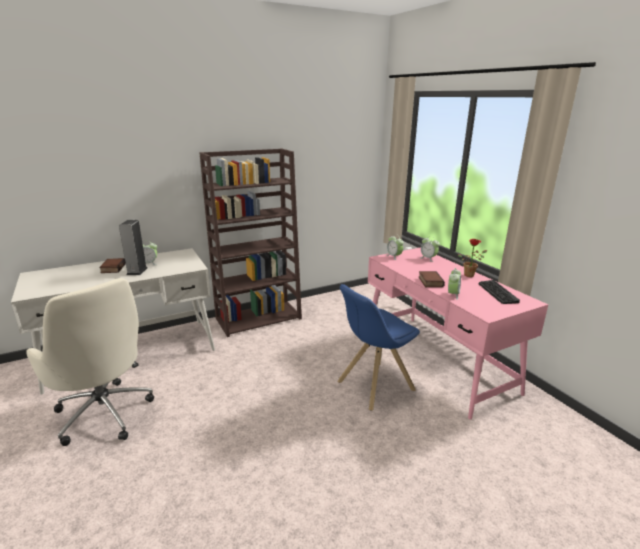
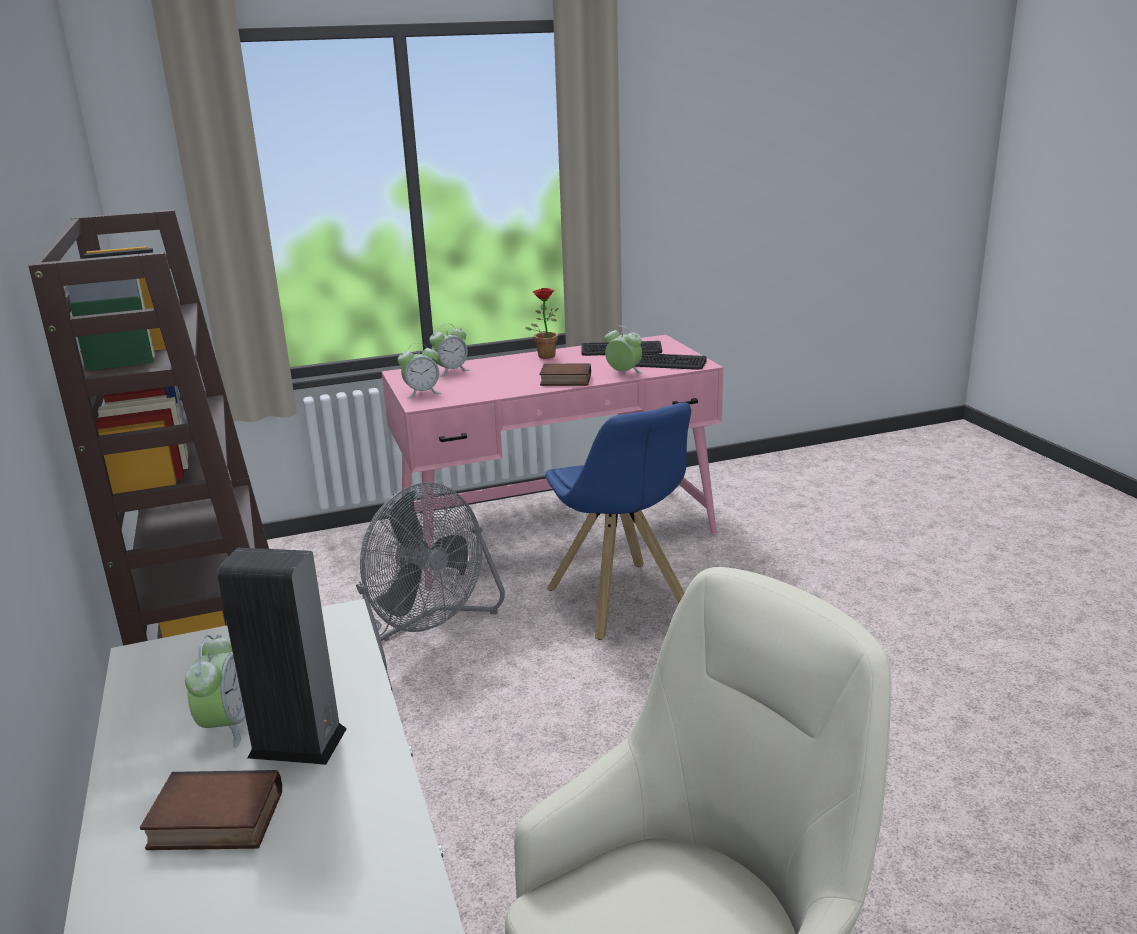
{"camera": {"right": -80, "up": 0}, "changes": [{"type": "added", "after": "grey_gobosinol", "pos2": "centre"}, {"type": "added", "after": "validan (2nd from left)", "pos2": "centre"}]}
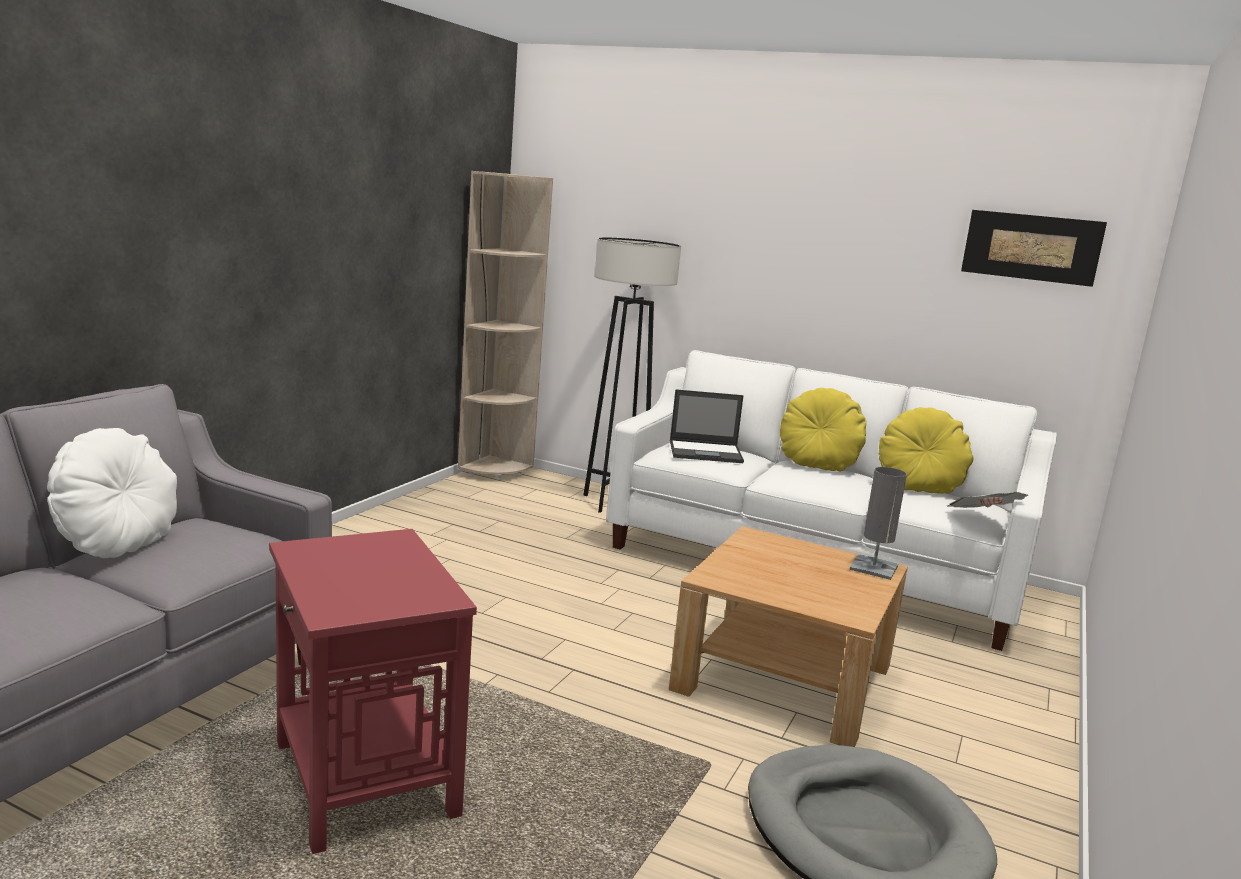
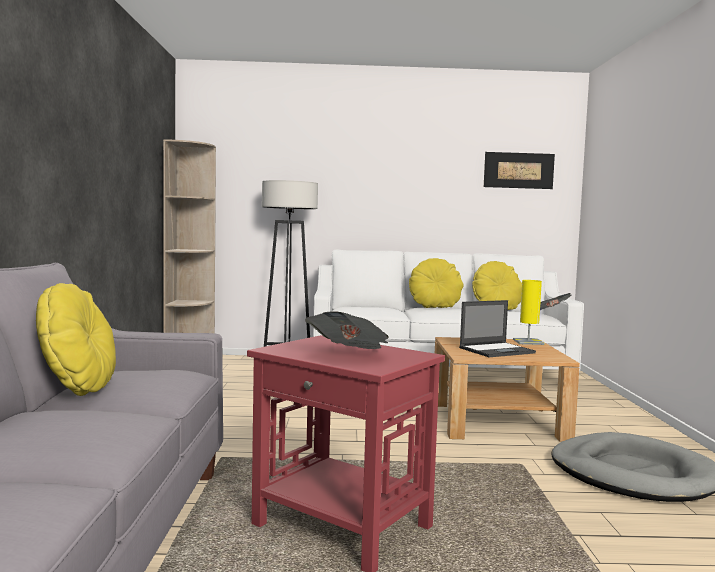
{"camera": {"right": -25, "up": -10}, "changes": [{"type": "added", "after": "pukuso (1st from left)", "pos2": "centre"}, {"type": "moved", "before": "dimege", "pos1": "centre", "pos2": "middle right"}, {"type": "recoloured", "before": "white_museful", "after": "yellow_museful (1st from left)", "pos1": "middle left", "pos2": "middle left"}, {"type": "recoloured", "before": "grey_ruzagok", "after": "yellow_ruzagok", "pos1": "middle right", "pos2": "middle right"}]}
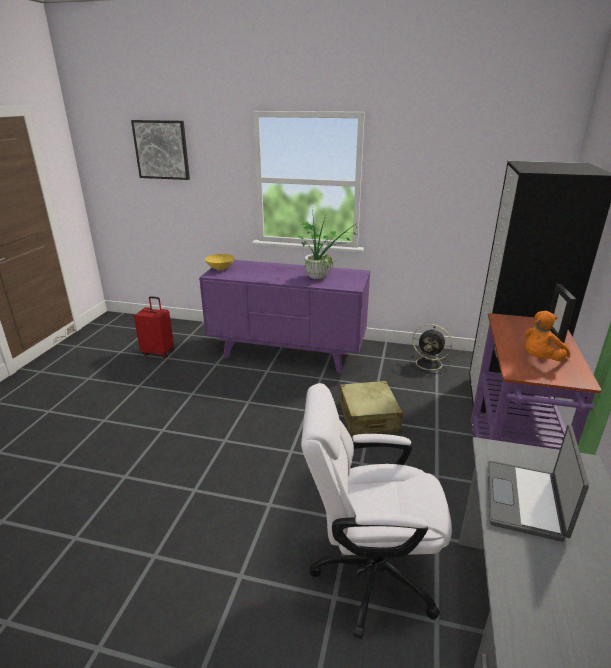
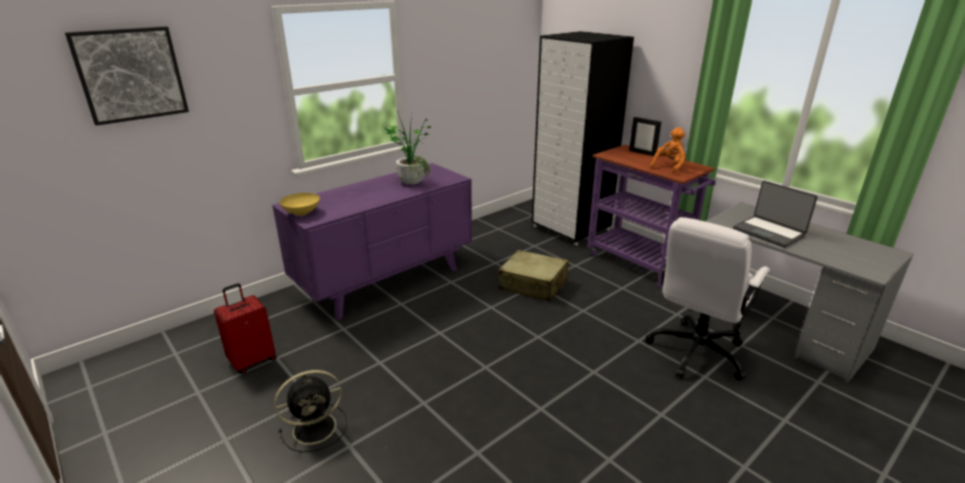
{"camera": {"right": -55, "up": 0}, "changes": [{"type": "moved", "before": "black_gobosinol", "pos1": "middle right", "pos2": "bottom left"}, {"type": "turned", "before": "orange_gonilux", "pos1": "middle right", "pos2": "top right", "turn": -135}]}
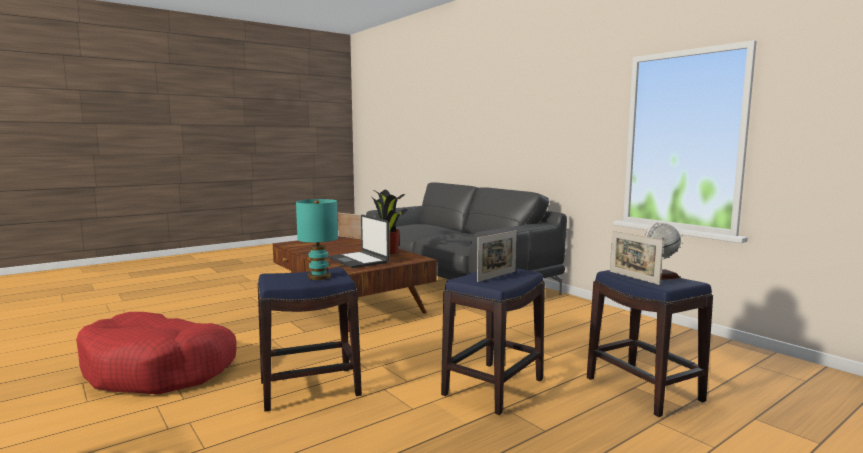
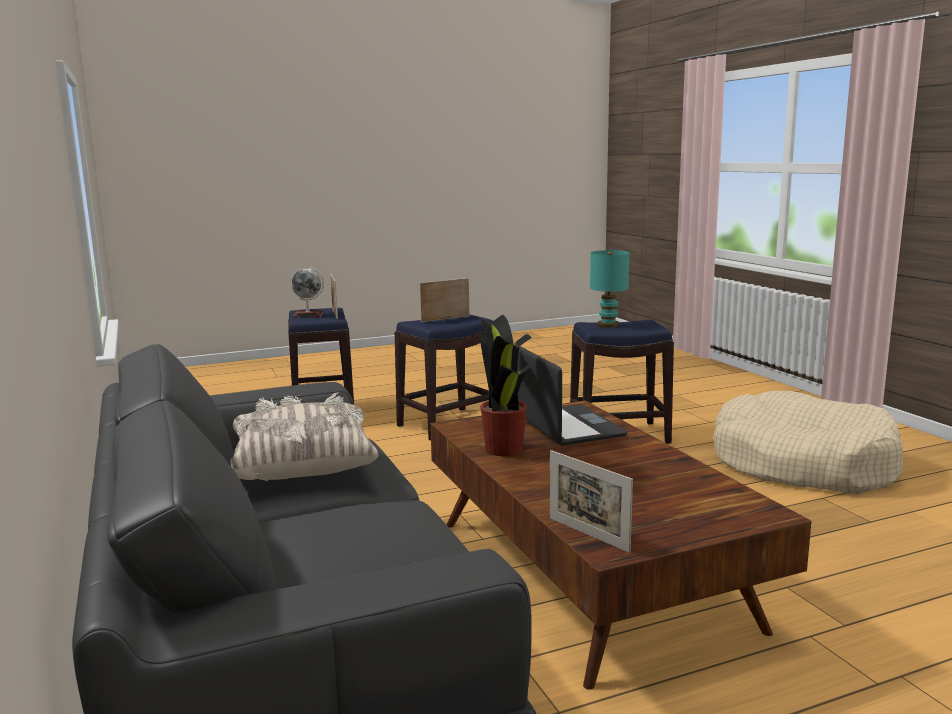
{"camera": {"right": -165, "up": 5}, "changes": [{"type": "added", "after": "beige_museful", "pos2": "middle left"}, {"type": "recoloured", "before": "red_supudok", "after": "beige_supudok", "pos1": "bottom left", "pos2": "middle right"}]}
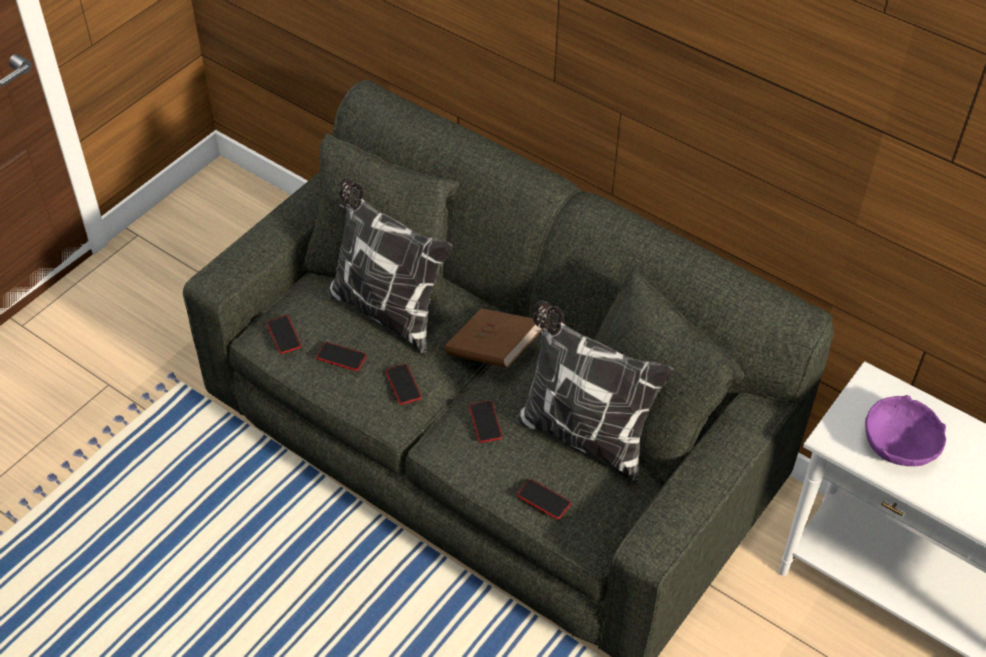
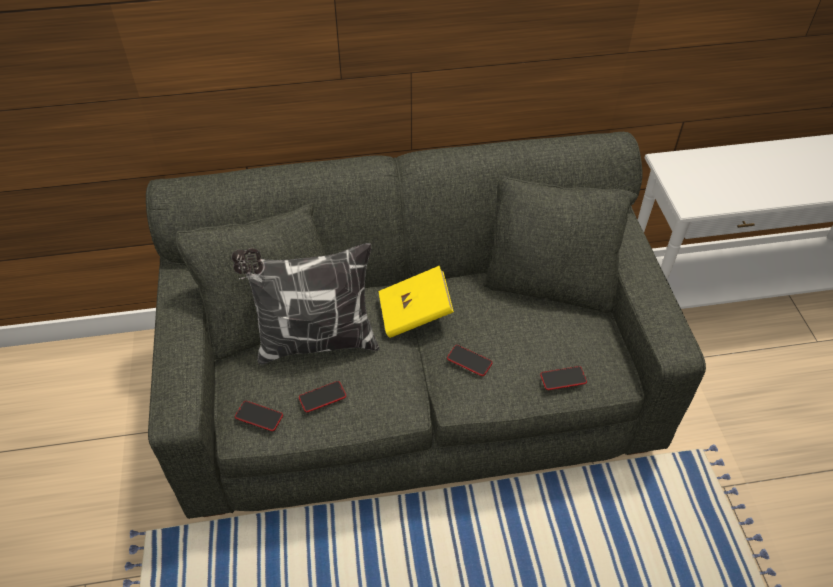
{"camera": {"right": -45, "up": 0}, "changes": [{"type": "removed", "before": "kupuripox (3rd from left)", "pos1": "centre"}, {"type": "removed", "before": "museful (2nd from left)", "pos1": "centre"}, {"type": "removed", "before": "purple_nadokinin", "pos1": "middle right"}, {"type": "recoloured", "before": "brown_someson", "after": "yellow_someson", "pos1": "centre", "pos2": "centre"}]}
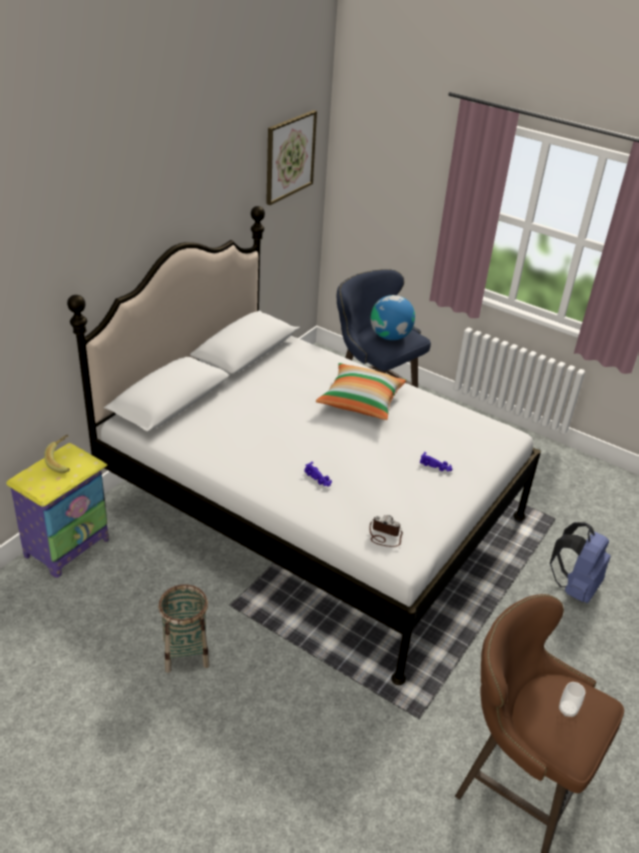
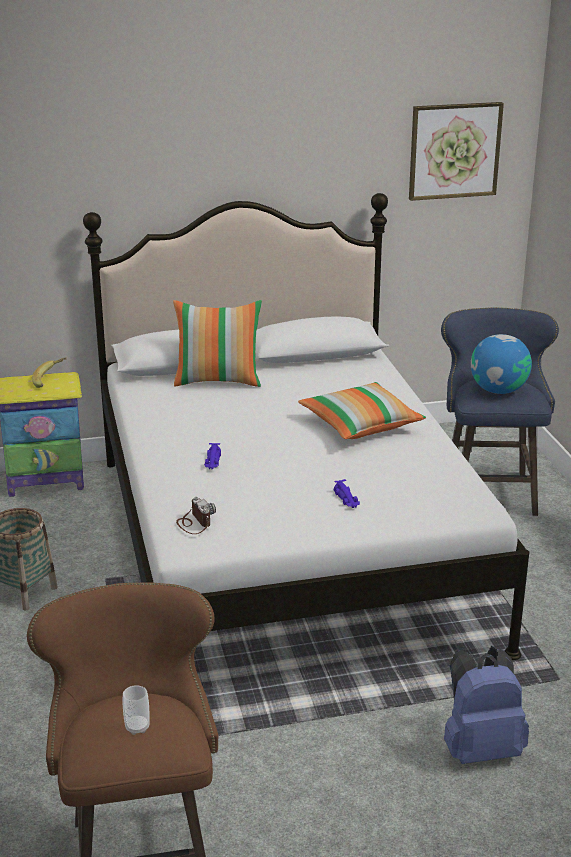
{"camera": {"right": 45, "up": -10}, "changes": [{"type": "added", "after": "museful (1st from left)", "pos2": "centre"}]}
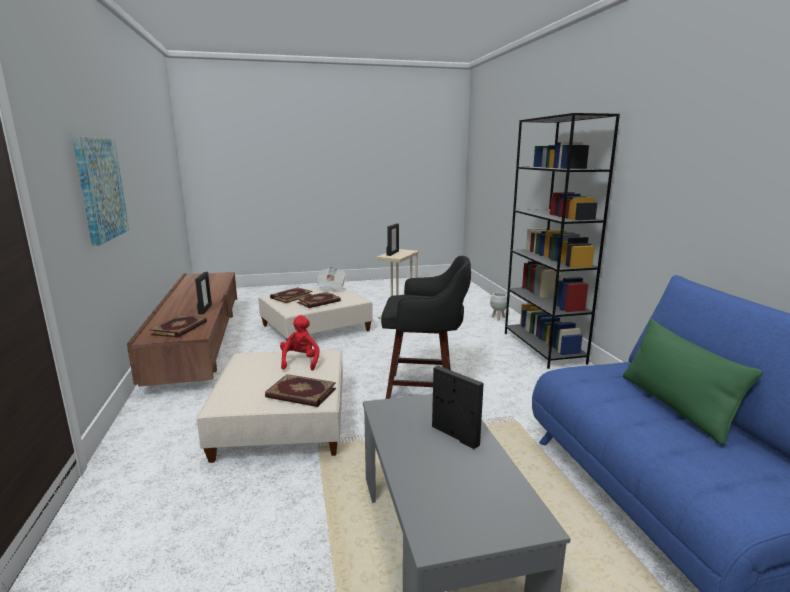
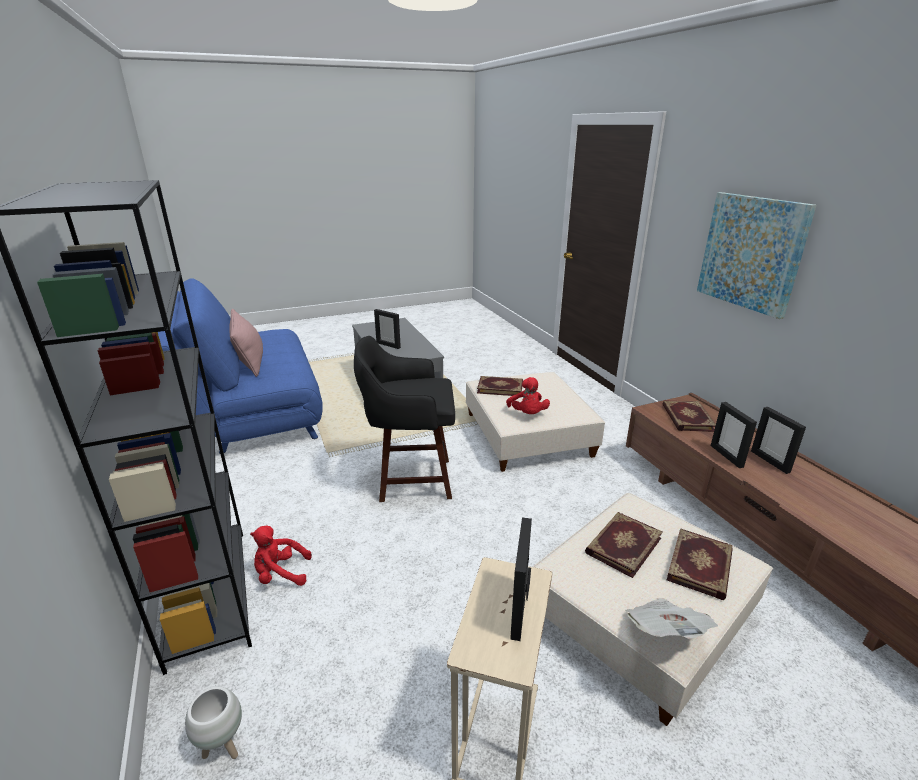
{"camera": {"right": 170, "up": 10}, "changes": [{"type": "added", "after": "red_gonilux (1st from left)", "pos2": "bottom left"}, {"type": "added", "after": "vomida (4th from left)", "pos2": "middle right"}, {"type": "recoloured", "before": "green_museful", "after": "pink_museful", "pos1": "middle right", "pos2": "middle left"}]}
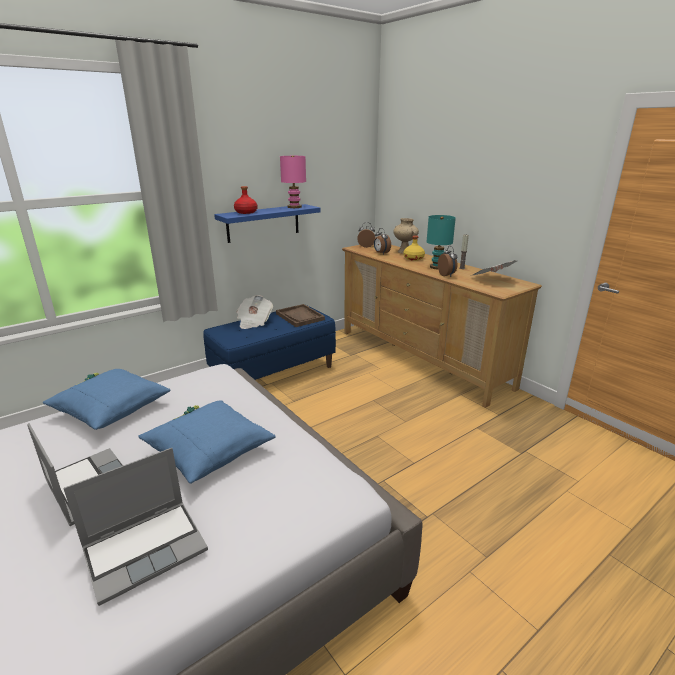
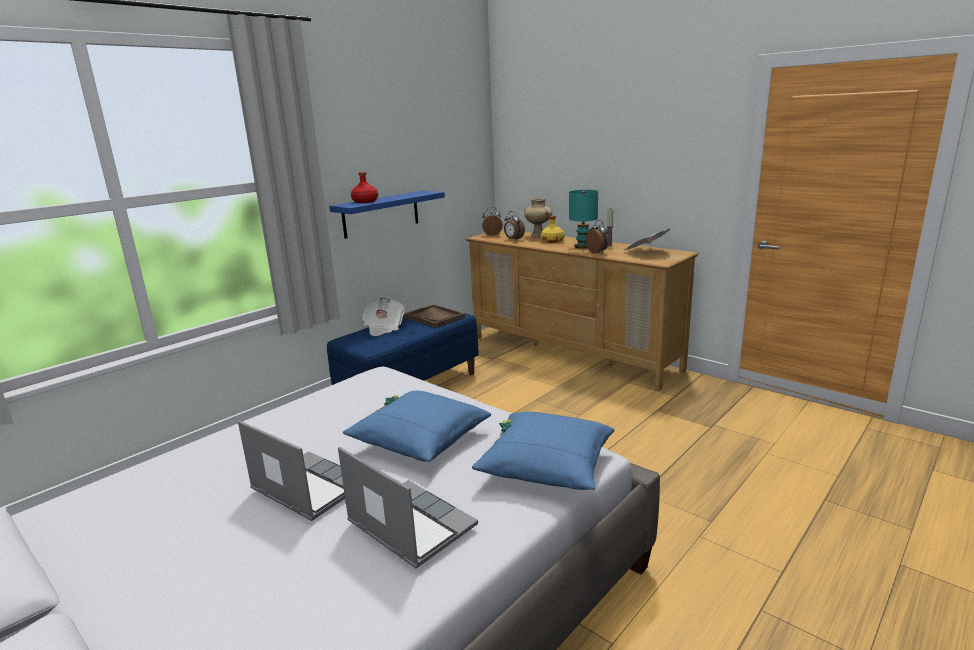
{"camera": {"right": -10, "up": -5}, "changes": [{"type": "removed", "before": "pink_ruzagok", "pos1": "top centre"}, {"type": "moved", "before": "blue_museful (1st from left in the first image)", "after": "blue_museful (2nd from left)", "pos1": "middle left", "pos2": "bottom centre"}, {"type": "turned", "before": "dimege (2nd from left)", "pos1": "bottom left", "pos2": "bottom centre", "turn": -90}]}
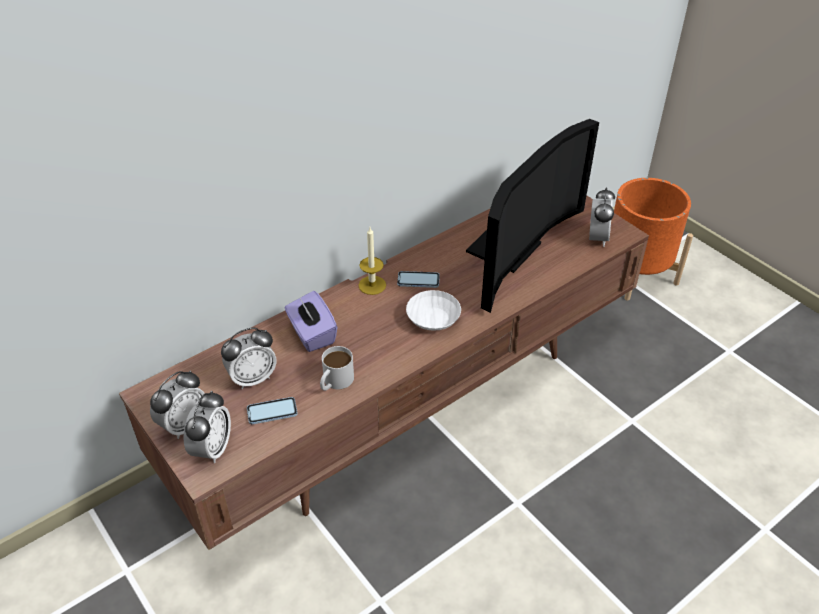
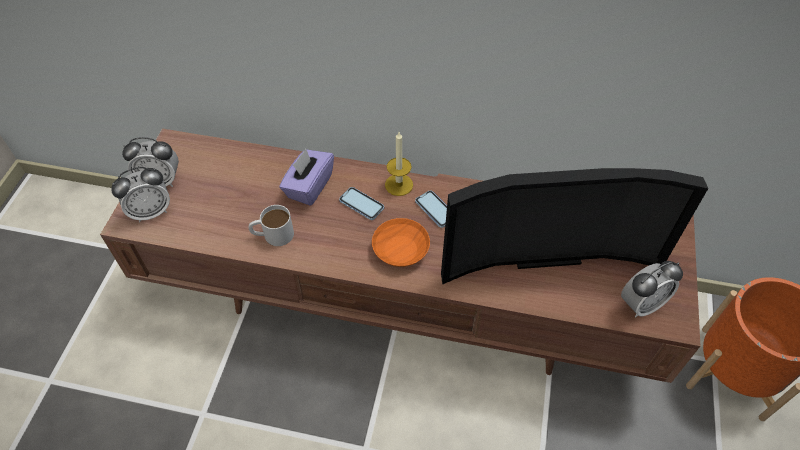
{"camera": {"right": 50, "up": 10}, "changes": [{"type": "removed", "before": "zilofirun (3rd from left)", "pos1": "middle left"}, {"type": "moved", "before": "kupuripox (1st from left)", "pos1": "bottom left", "pos2": "centre"}, {"type": "recoloured", "before": "white_nadokinin", "after": "orange_nadokinin", "pos1": "centre", "pos2": "centre"}]}
